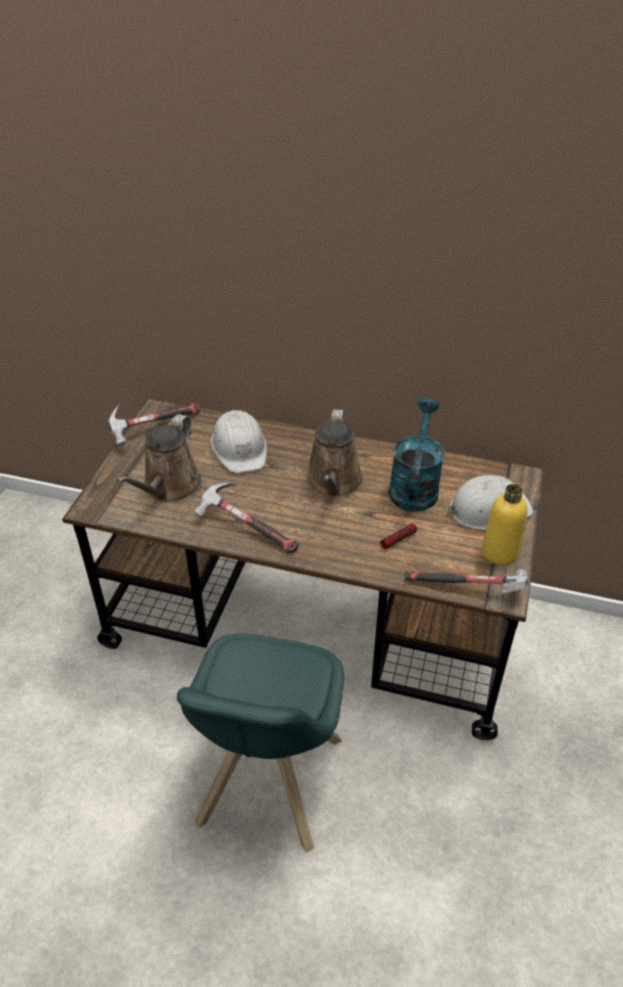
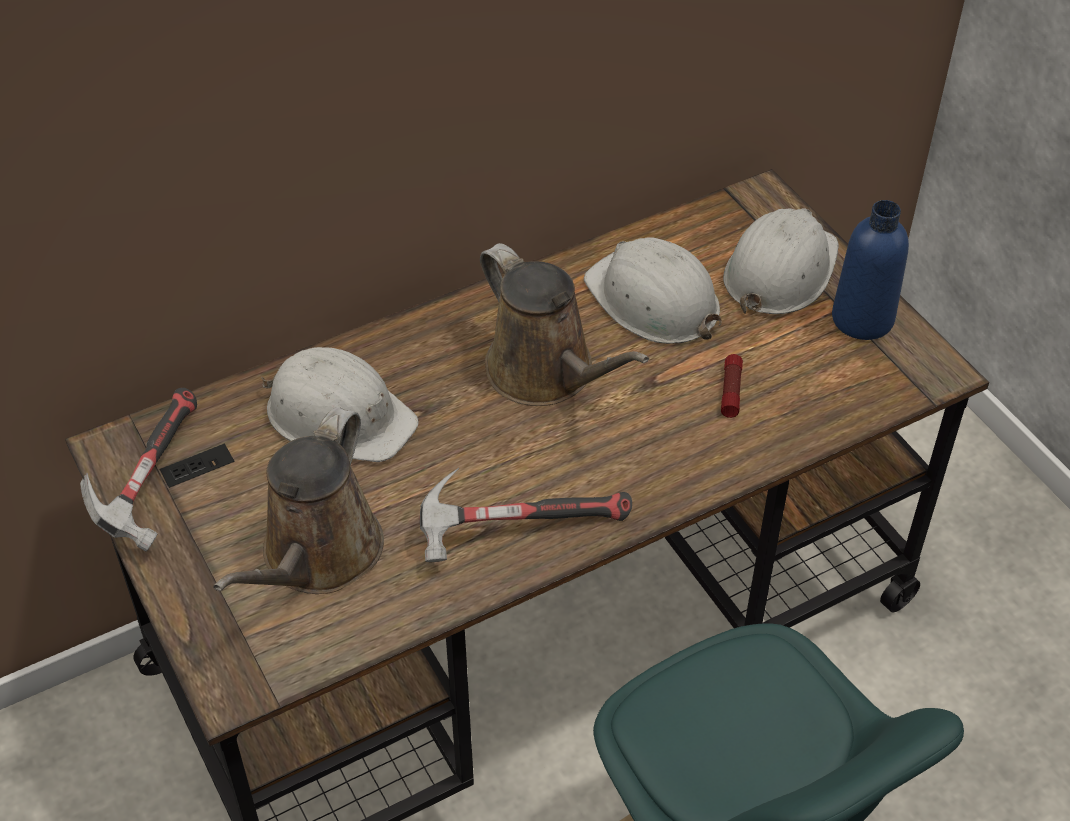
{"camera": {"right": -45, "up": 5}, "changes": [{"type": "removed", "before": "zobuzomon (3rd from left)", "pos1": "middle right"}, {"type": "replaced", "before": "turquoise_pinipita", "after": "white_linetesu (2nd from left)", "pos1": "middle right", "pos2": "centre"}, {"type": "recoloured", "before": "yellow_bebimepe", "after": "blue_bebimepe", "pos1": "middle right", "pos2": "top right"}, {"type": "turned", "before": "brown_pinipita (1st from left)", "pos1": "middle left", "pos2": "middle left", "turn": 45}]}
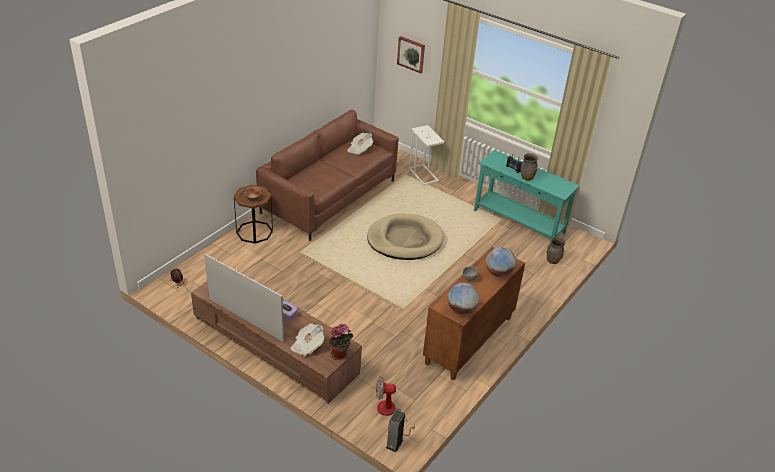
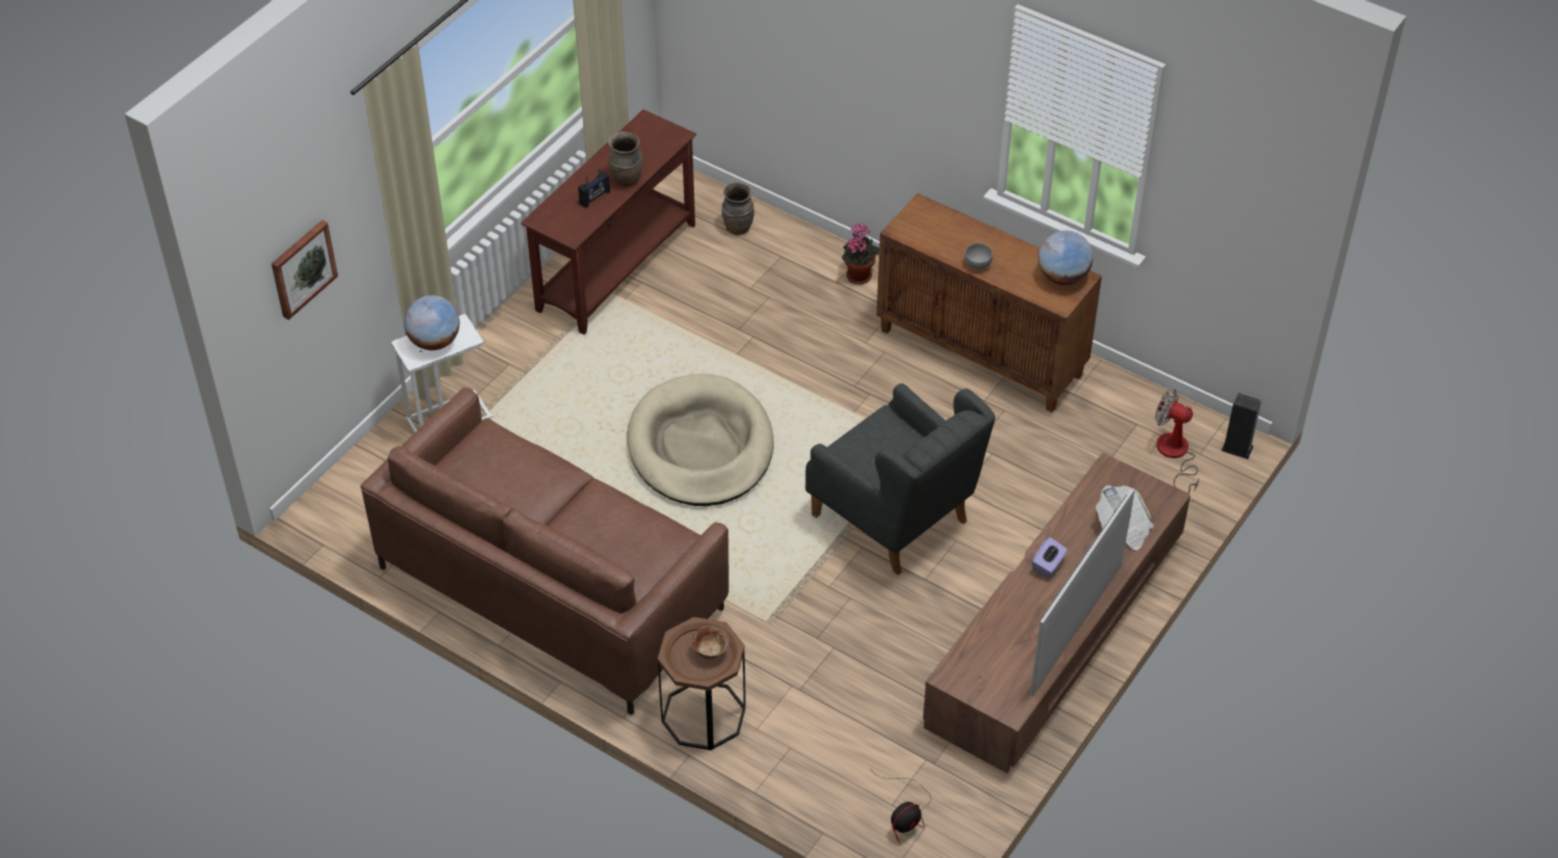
{"camera": {"right": -90, "up": 10}, "changes": [{"type": "removed", "before": "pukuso (2nd from left)", "pos1": "top centre"}, {"type": "added", "after": "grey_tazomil", "pos2": "centre"}, {"type": "moved", "before": "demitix", "pos1": "bottom centre", "pos2": "top centre"}, {"type": "moved", "before": "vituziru (2nd from left in the first image)", "after": "vituziru (1st from left)", "pos1": "centre", "pos2": "middle left"}, {"type": "recoloured", "before": "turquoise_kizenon", "after": "brown_kizenon", "pos1": "middle right", "pos2": "top centre"}, {"type": "turned", "before": "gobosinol (2nd from left)", "pos1": "bottom centre", "pos2": "middle right", "turn": 120}]}
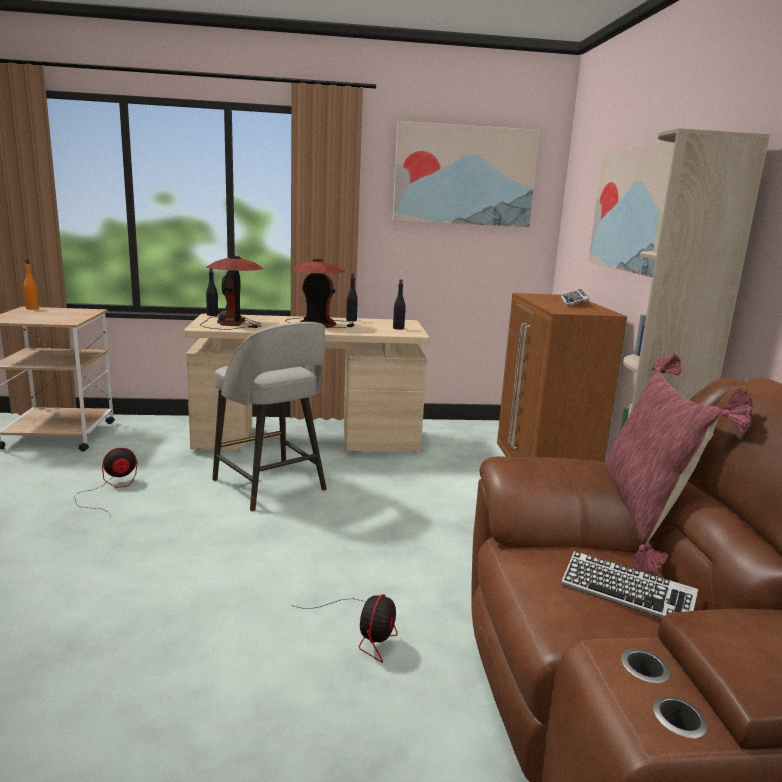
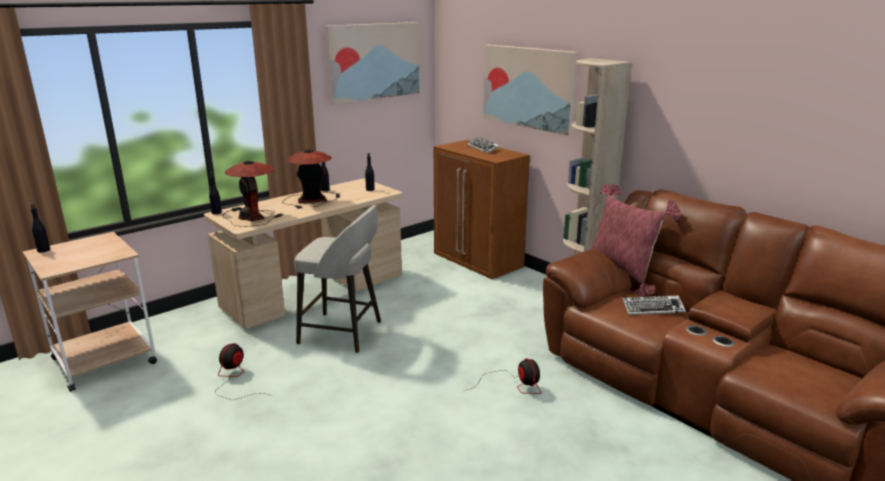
{"camera": {"right": -35, "up": 5}, "changes": [{"type": "recoloured", "before": "orange_bebimepe", "after": "black_bebimepe (1st from left)", "pos1": "middle left", "pos2": "middle left"}]}
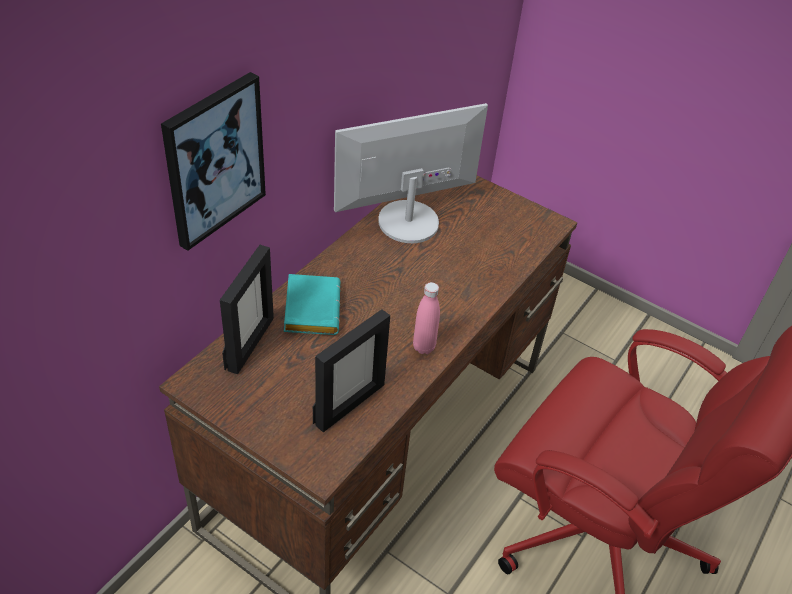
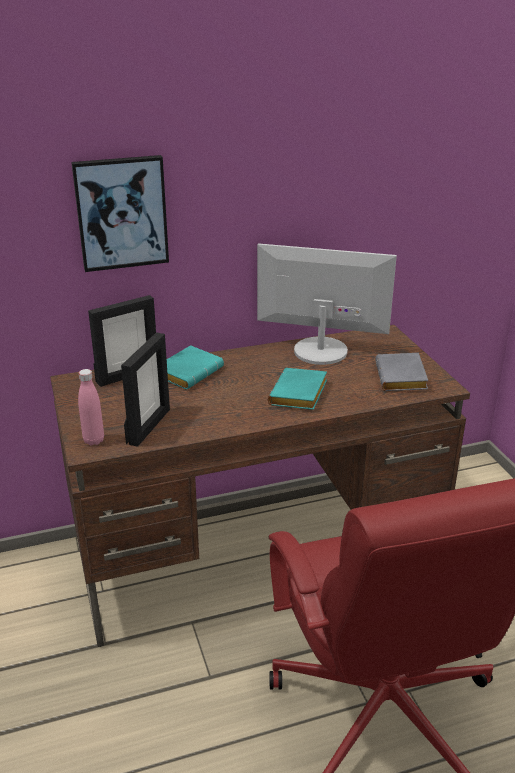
{"camera": {"right": 40, "up": -15}, "changes": [{"type": "added", "after": "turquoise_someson (2nd from left)", "pos2": "centre"}, {"type": "added", "after": "grey_someson", "pos2": "middle right"}, {"type": "moved", "before": "pink_bebimepe", "pos1": "centre", "pos2": "middle left"}, {"type": "turned", "before": "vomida (2nd from left)", "pos1": "centre", "pos2": "middle left", "turn": -60}]}
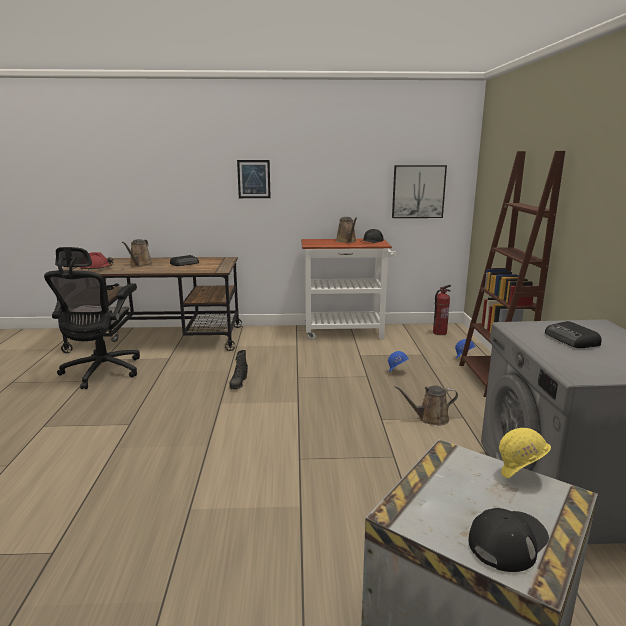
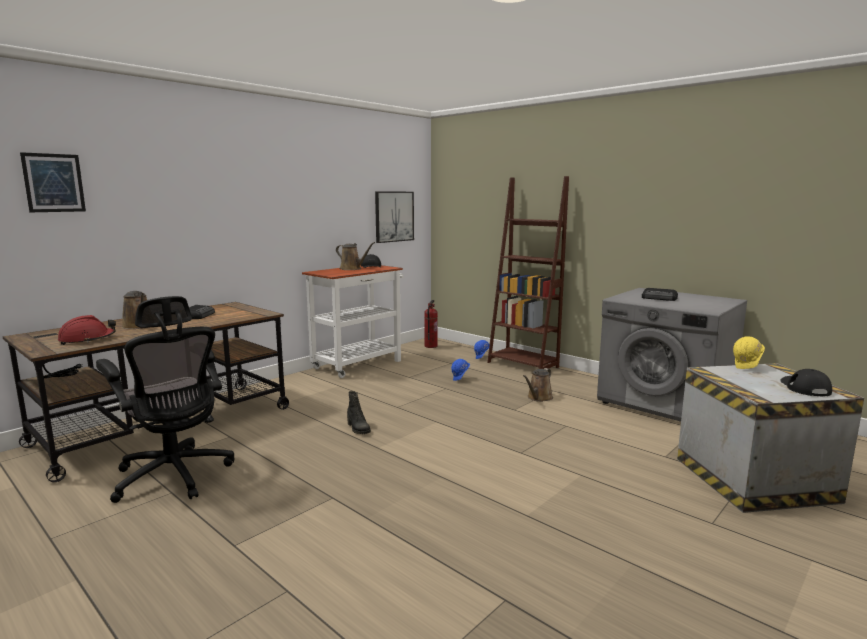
{"camera": {"right": -45, "up": -5}, "changes": [{"type": "moved", "before": "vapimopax (1st from left)", "pos1": "top centre", "pos2": "top left"}]}
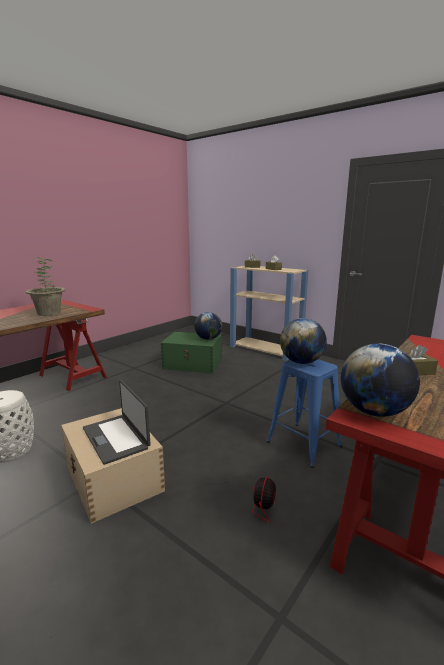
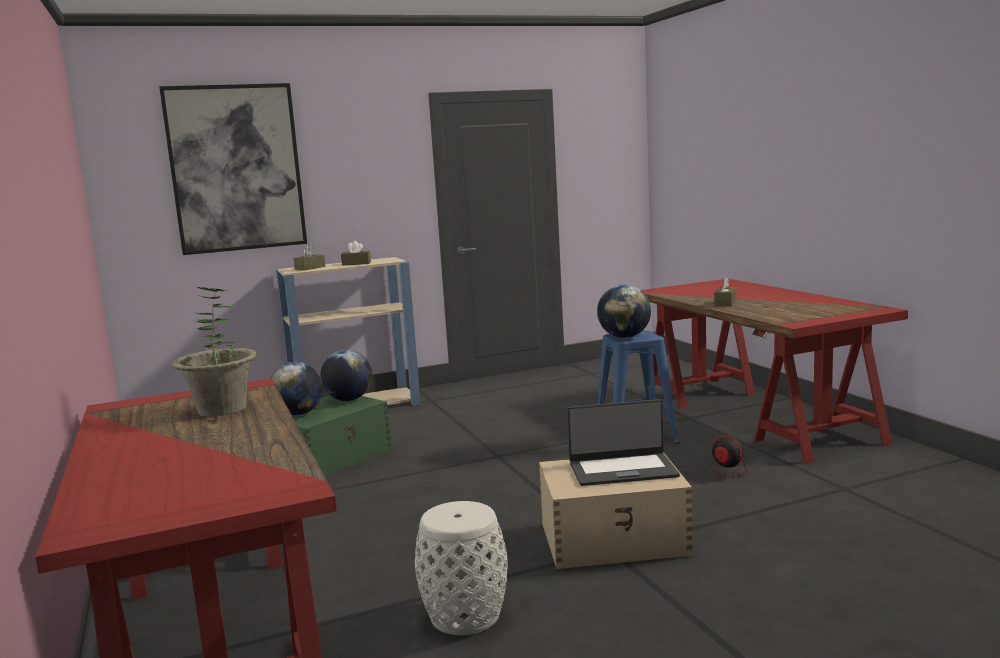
{"camera": {"right": -60, "up": -5}, "changes": [{"type": "added", "after": "vapimopax", "pos2": "top left"}, {"type": "moved", "before": "vituziru (3rd from left in the first image)", "after": "vituziru (1st from left)", "pos1": "middle right", "pos2": "middle left"}]}
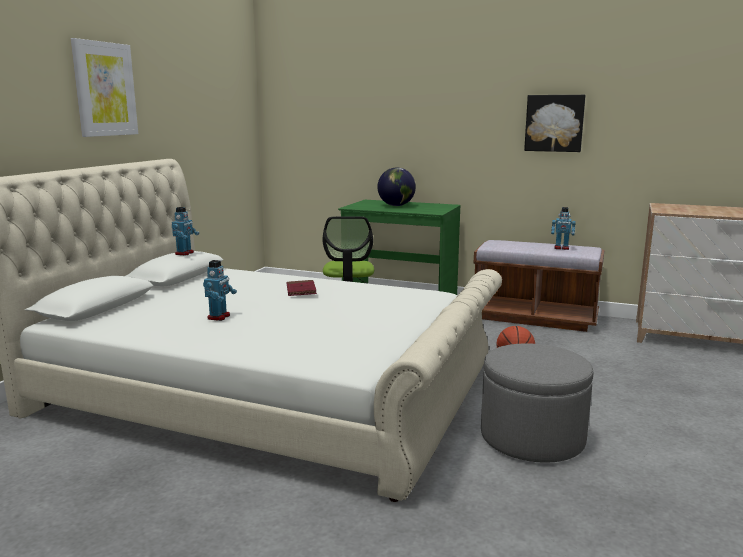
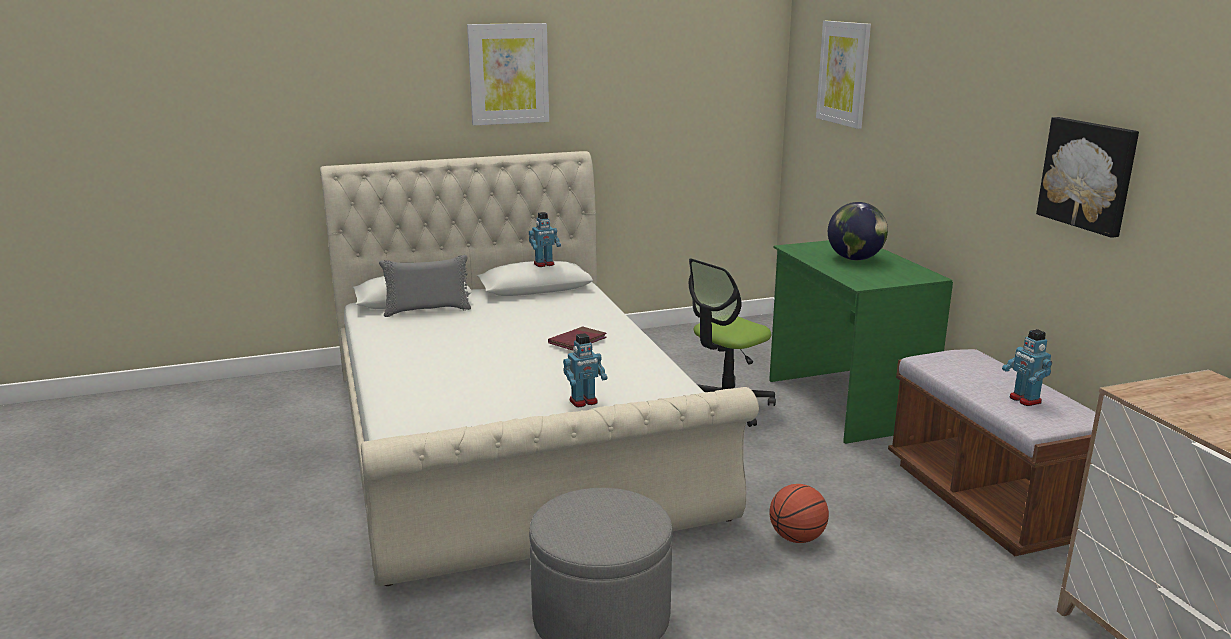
{"camera": {"right": 50, "up": 5}, "changes": [{"type": "added", "after": "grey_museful", "pos2": "centre"}, {"type": "added", "after": "vapimopax (2nd from left)", "pos2": "top right"}, {"type": "moved", "before": "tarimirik (2nd from left)", "pos1": "middle left", "pos2": "centre"}]}
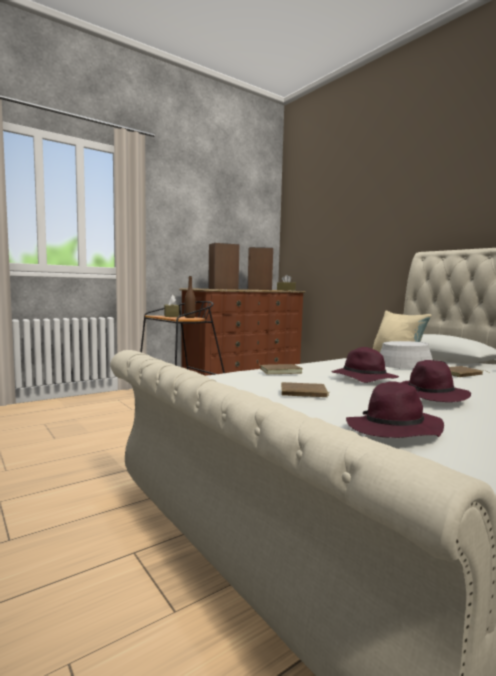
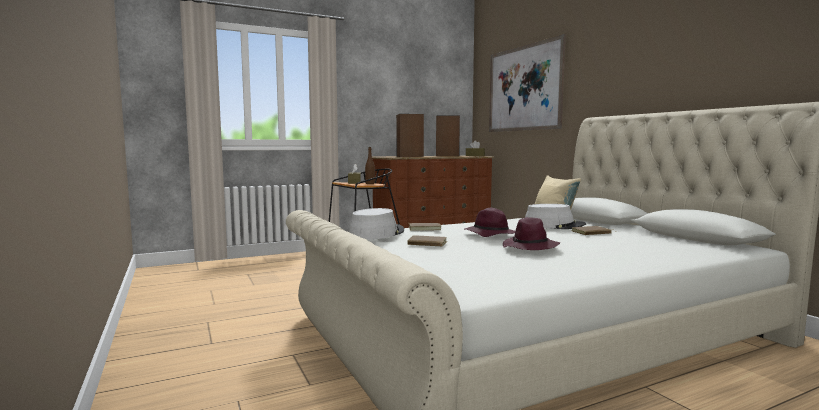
{"camera": {"right": 10, "up": 0}, "changes": [{"type": "removed", "before": "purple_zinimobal (2nd from left)", "pos1": "middle right"}, {"type": "added", "after": "grey_zinimobal (1st from left)", "pos2": "centre"}, {"type": "added", "after": "vapimopax", "pos2": "top centre"}]}
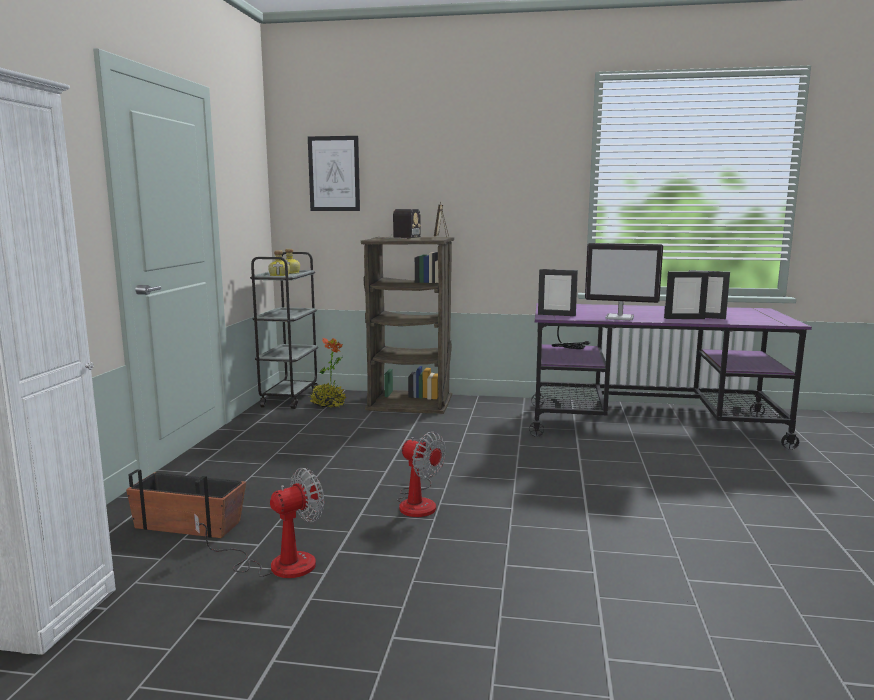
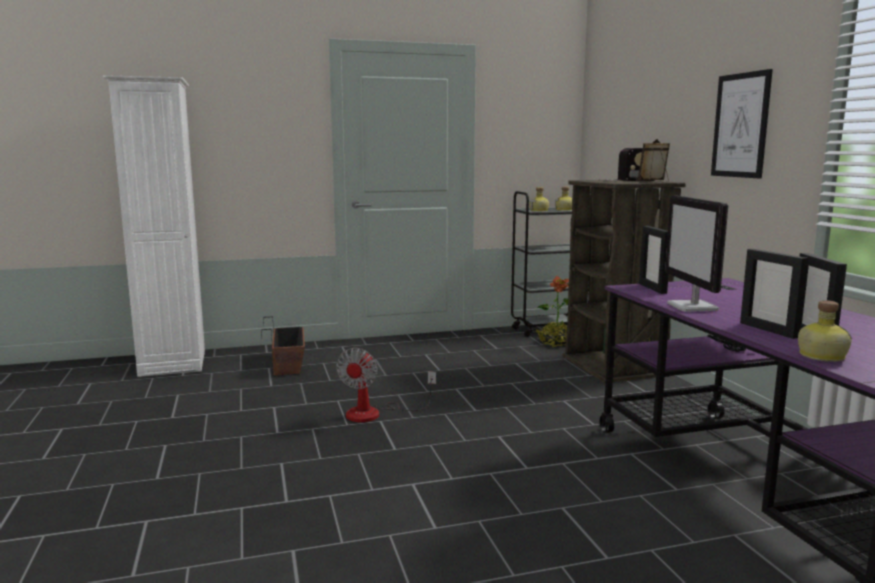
{"camera": {"right": 65, "up": 0}, "changes": [{"type": "removed", "before": "gobosinol (1st from left)", "pos1": "bottom left"}, {"type": "added", "after": "bebimepe (3rd from left)", "pos2": "middle right"}, {"type": "moved", "before": "vapimopax", "pos1": "top centre", "pos2": "top right"}]}
